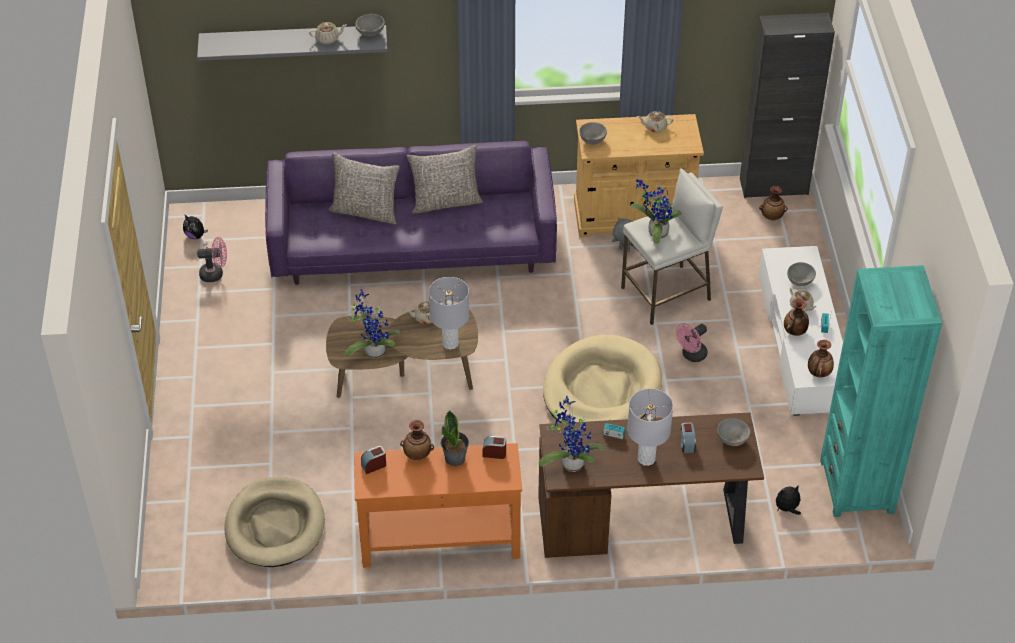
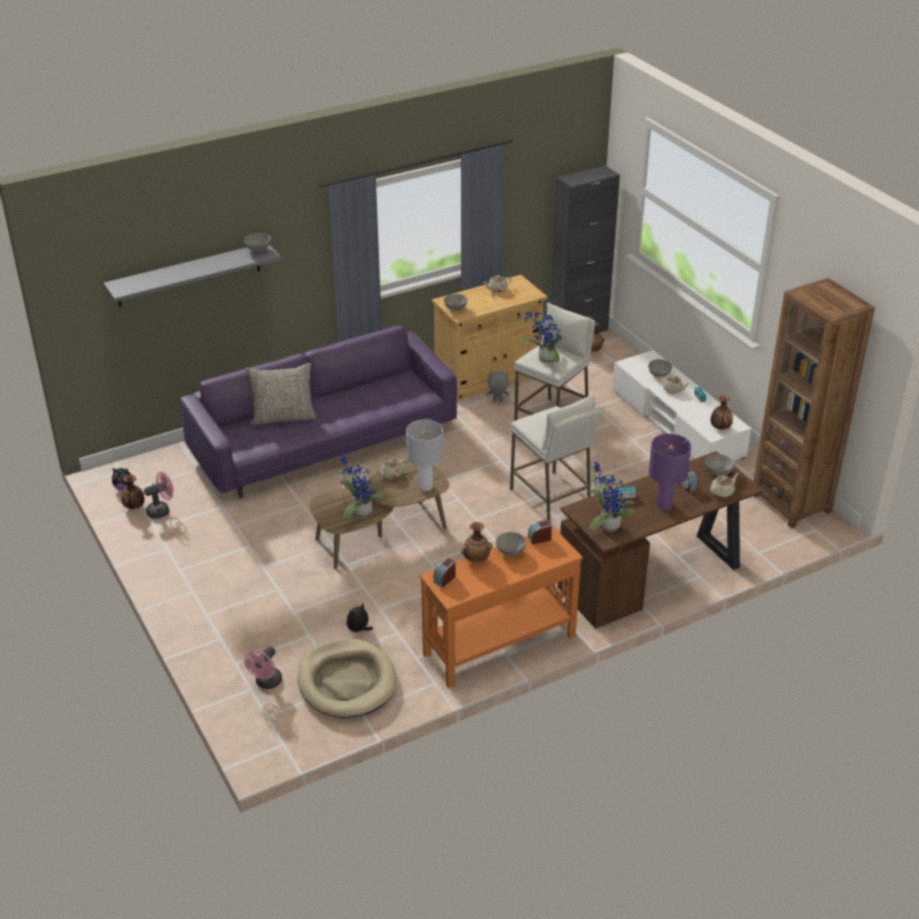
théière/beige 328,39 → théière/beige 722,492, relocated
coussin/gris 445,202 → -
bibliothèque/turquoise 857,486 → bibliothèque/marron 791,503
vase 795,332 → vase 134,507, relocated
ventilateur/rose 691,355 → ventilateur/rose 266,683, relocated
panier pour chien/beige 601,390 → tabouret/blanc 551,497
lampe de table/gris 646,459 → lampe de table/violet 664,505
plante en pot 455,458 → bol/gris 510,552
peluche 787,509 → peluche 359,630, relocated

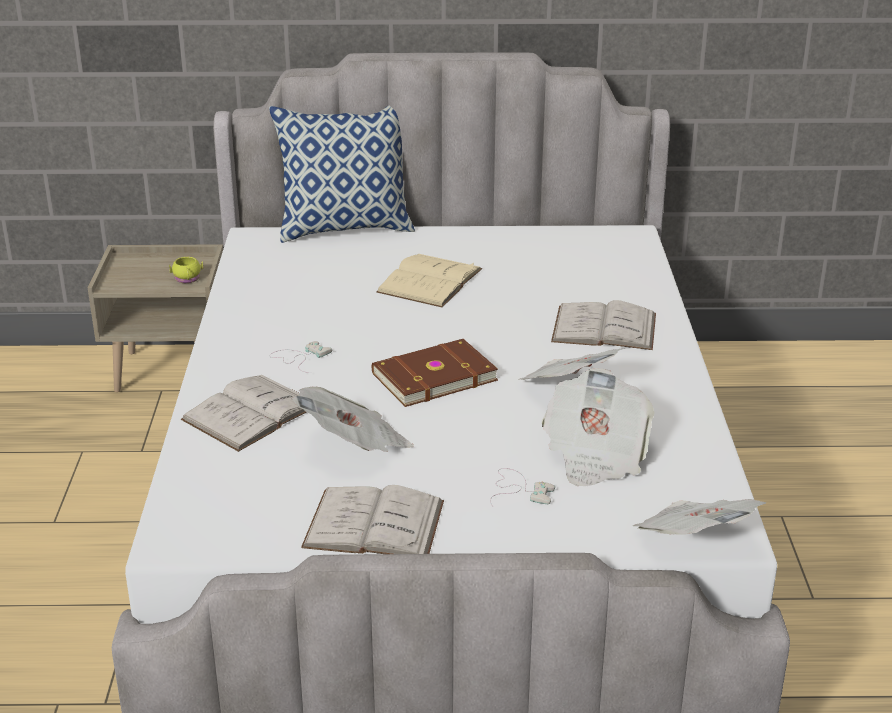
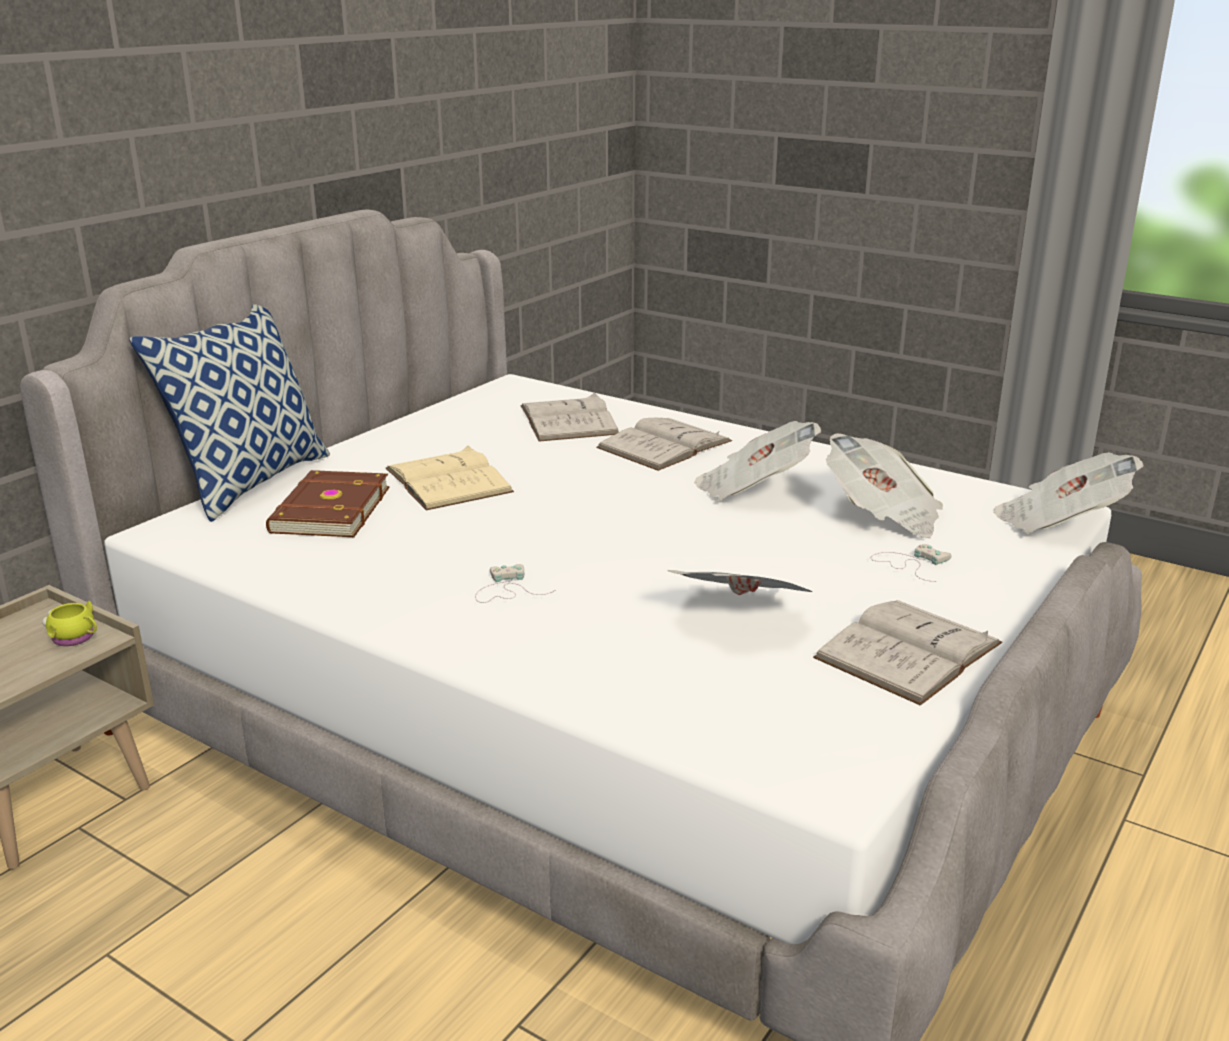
livre/marron 432,376 → livre/marron 328,510, relocated
livre/blanc 251,412 → livre/blanc 568,420, relocated

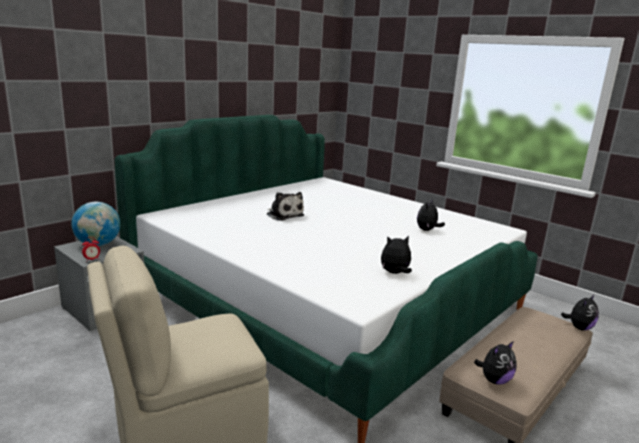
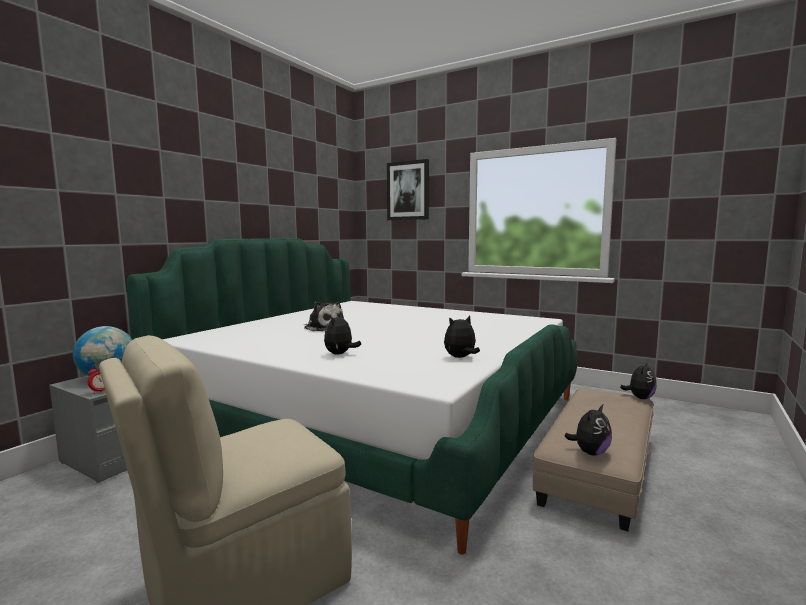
peluche 427,230 → peluche 340,354, relocated
- → tableau 408,190

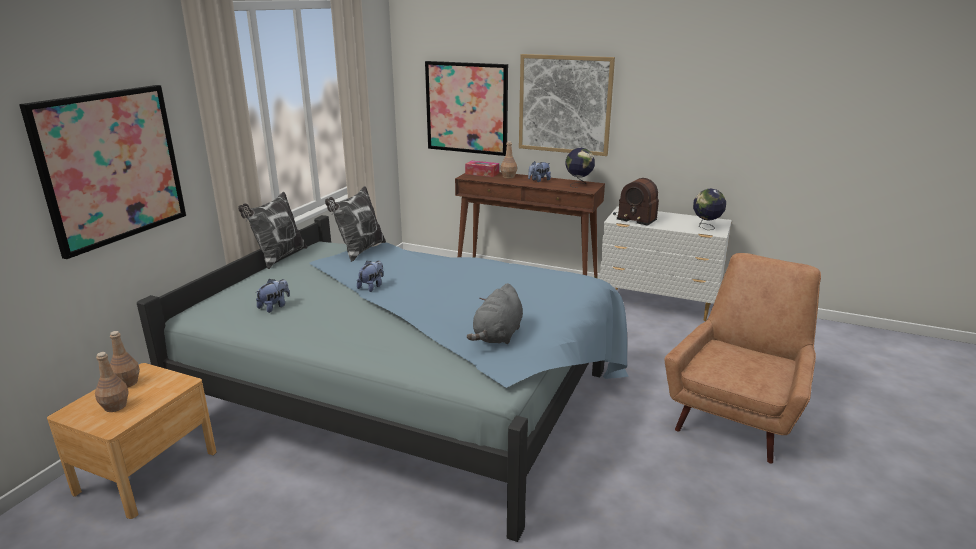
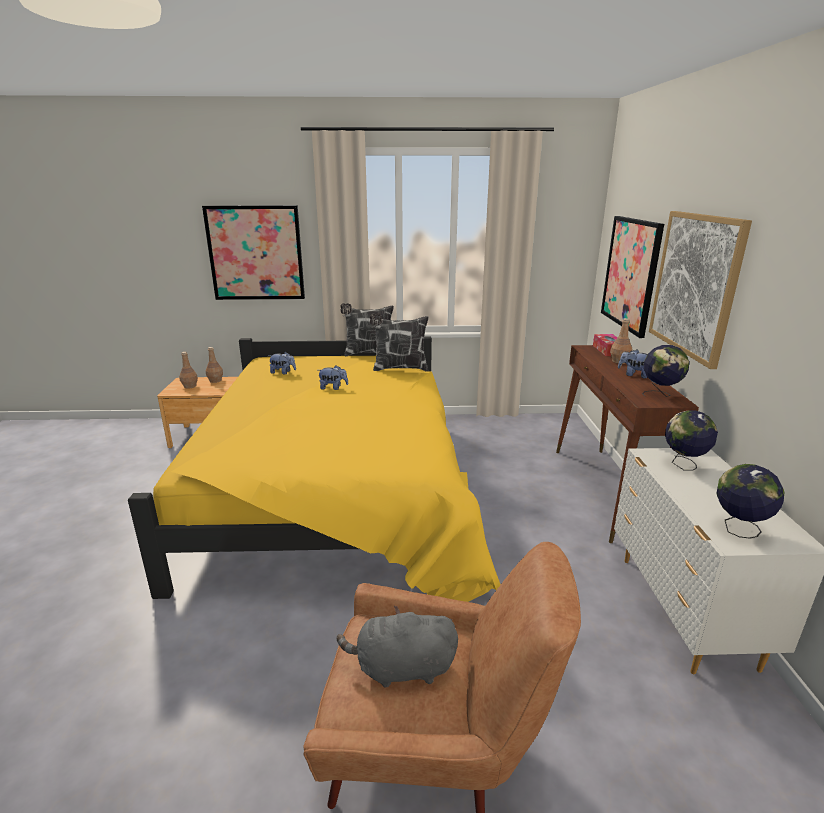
radio 634,217 → globe 683,465
lit/bleu 415,393 → lit/jaune 337,492
peluche/gris 497,336 → peluche/gris 401,668, relocated

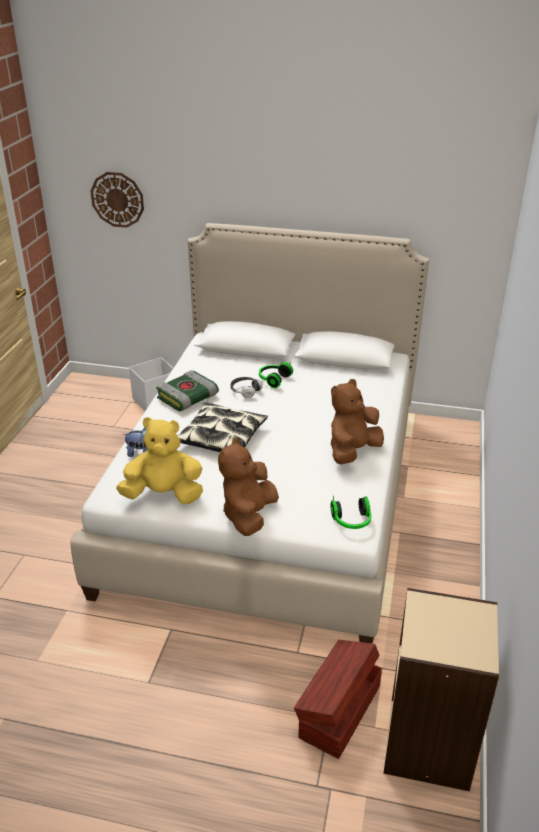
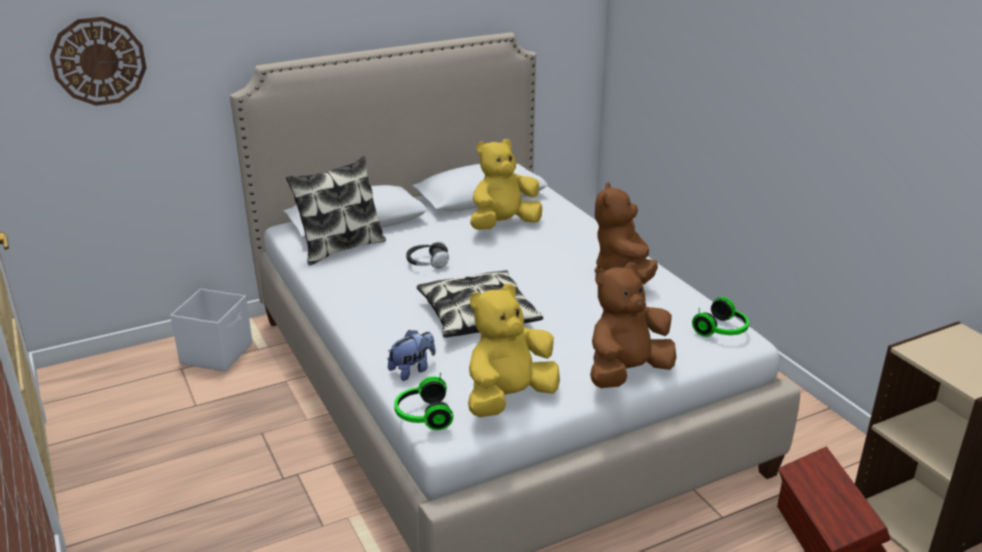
casque audio 273,379 → casque audio 422,415, relocated
livre 187,398 → -
peluche/marron 248,515 → peluche/marron 626,373, 75 degrees clockwise
- → peluche/jaune 503,225
- → coussin 340,247

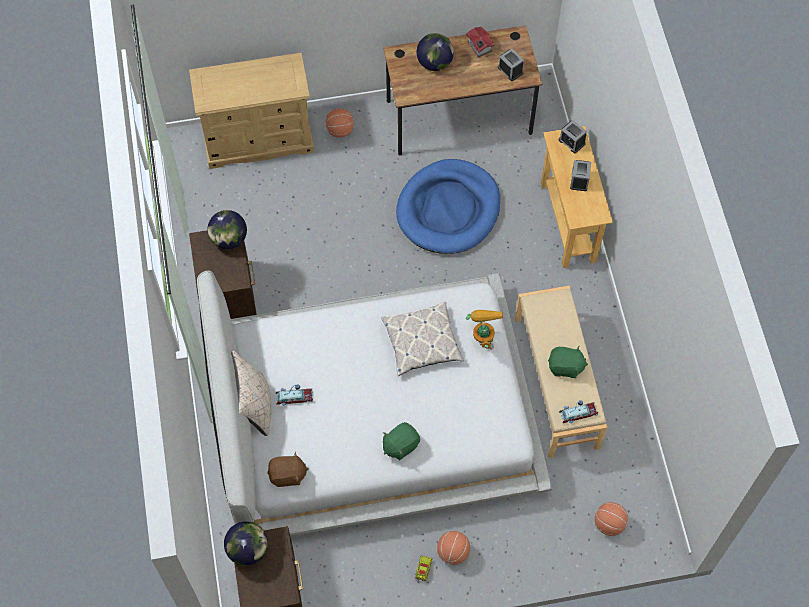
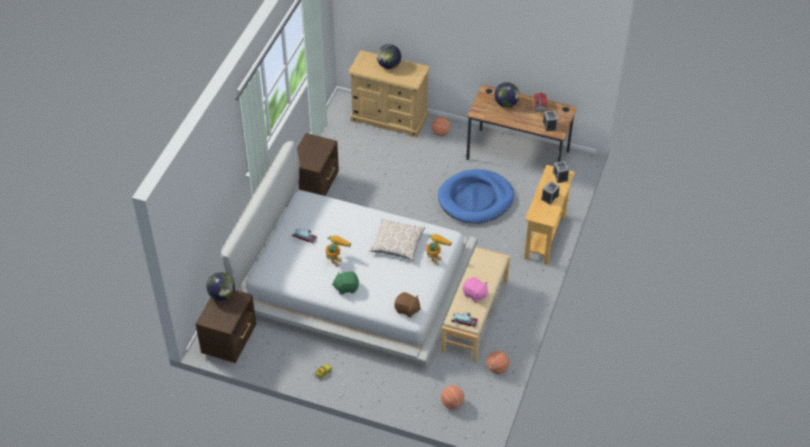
globe 229,239 → globe 388,65, relocated
peluche/vert 565,367 → peluche/rose 474,294
coussin/beige 254,406 → -
peluche/marron 287,475 → peluche/marron 407,309, relocated
ballon de basket 453,552 → ballon de basket 497,368, relocated
- → robot jouet 336,258

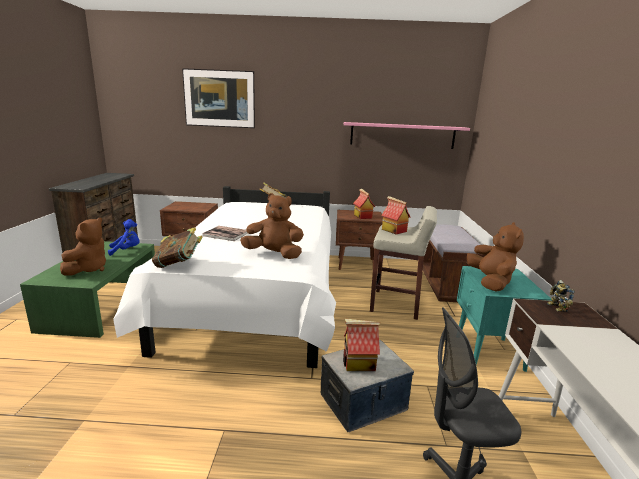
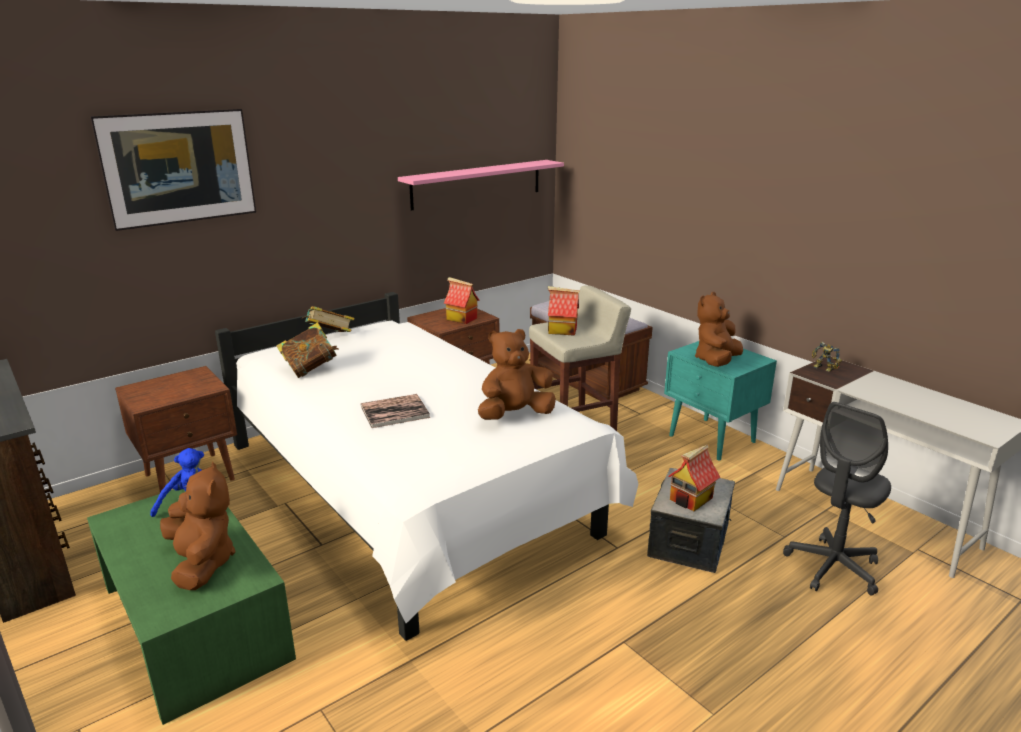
peluche/marron 490,282 → peluche/marron 716,361, 105 degrees counterclockwise
livre 179,264 → livre 310,369, relocated

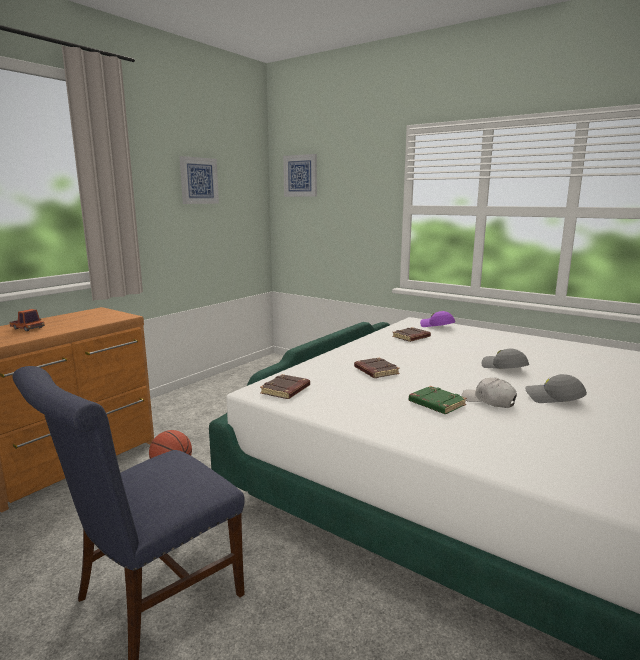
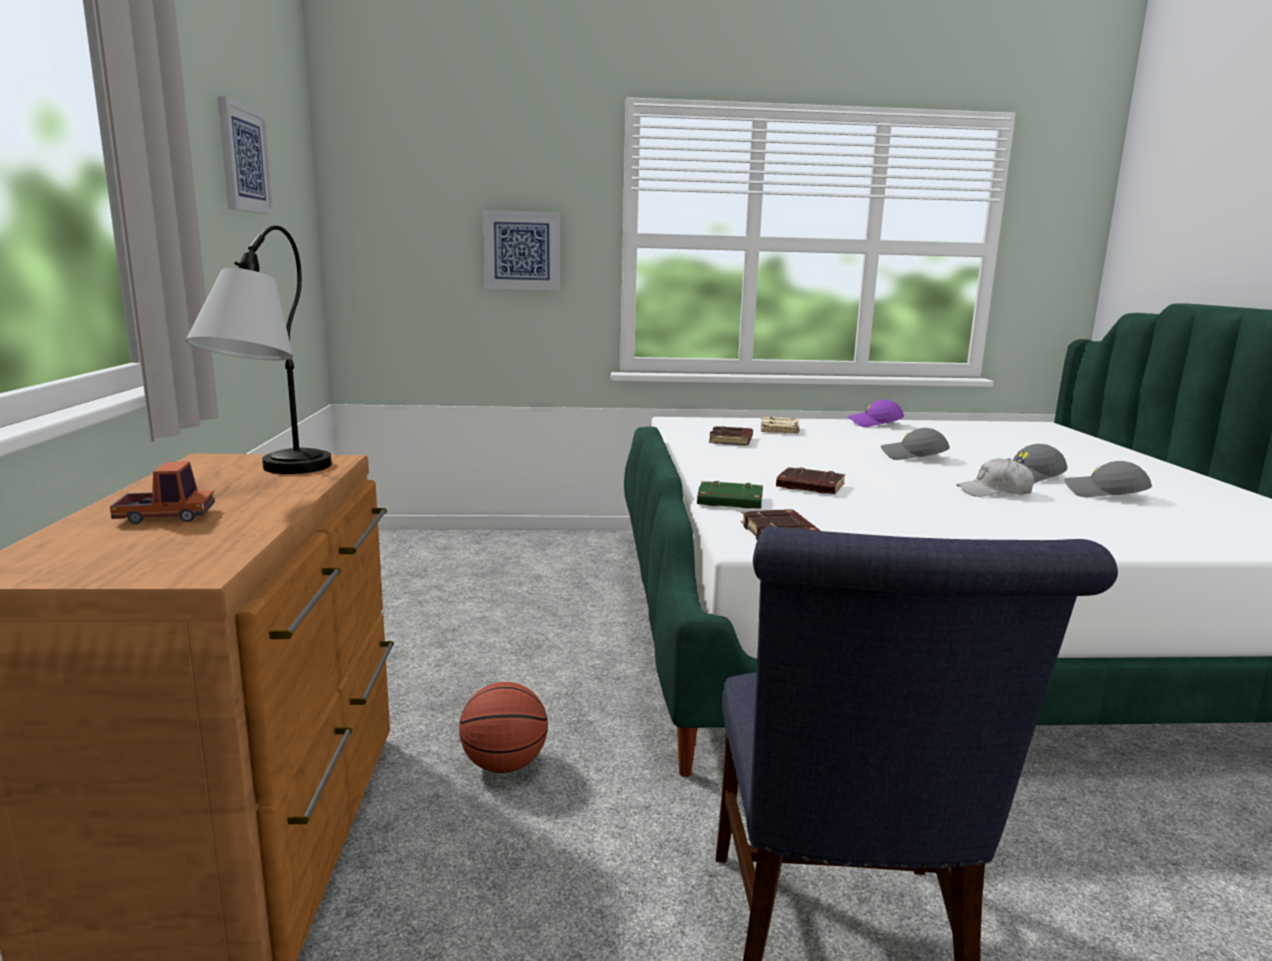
tableau 300,176 → tableau 521,250, relocated
casquette/violet 436,326 → casquette/violet 874,424, relocated
livre/vert 435,404 → livre/vert 729,502, relocated
- → lampe de table 271,476
- → livre/beige 780,430
- → casquette/gris 1104,494

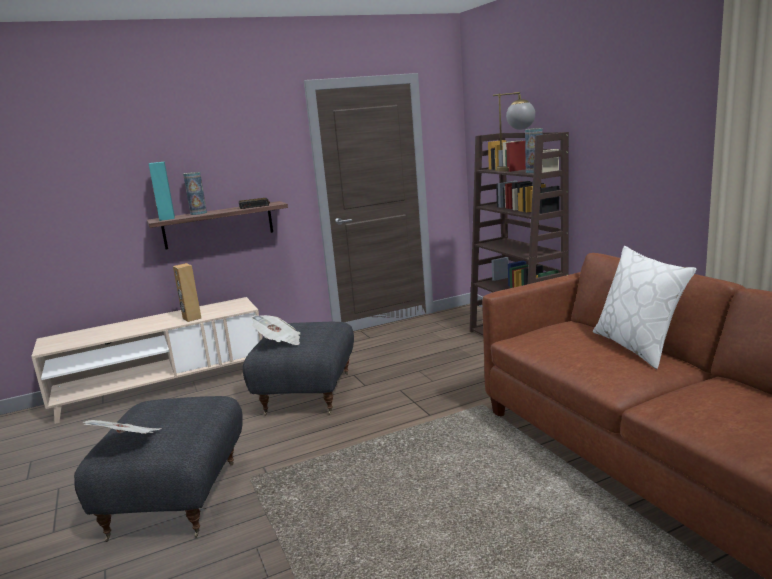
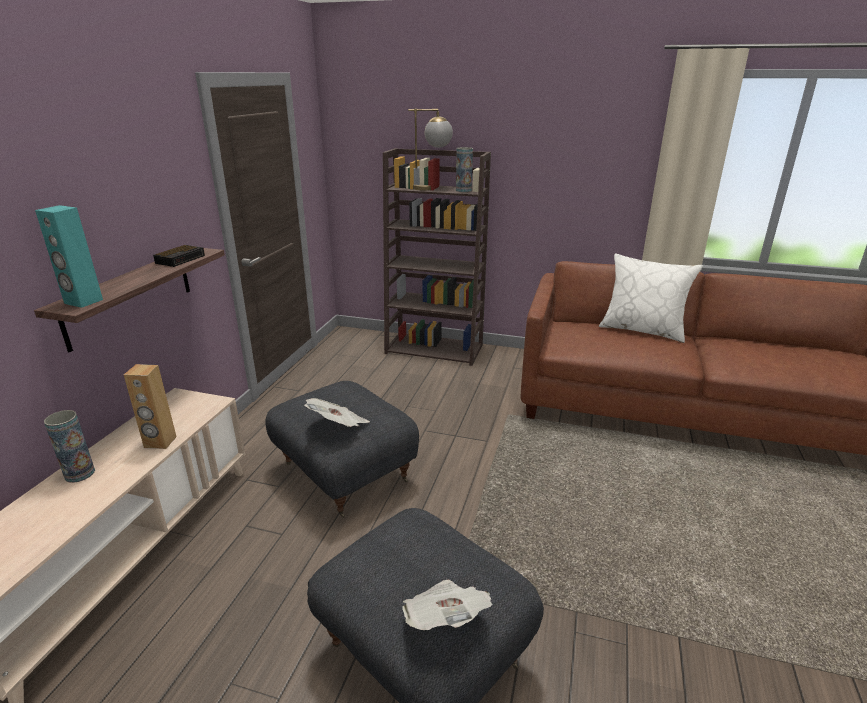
vase 198,213 → vase 80,474, relocated

